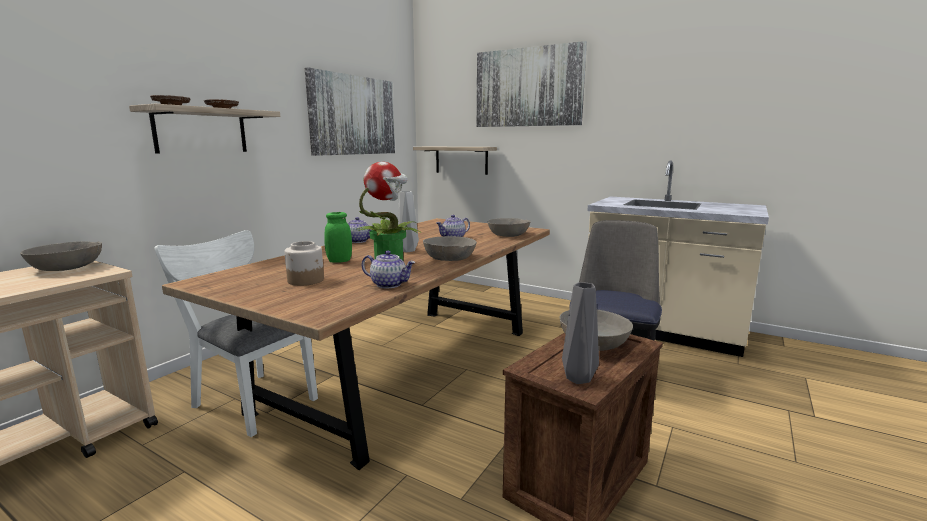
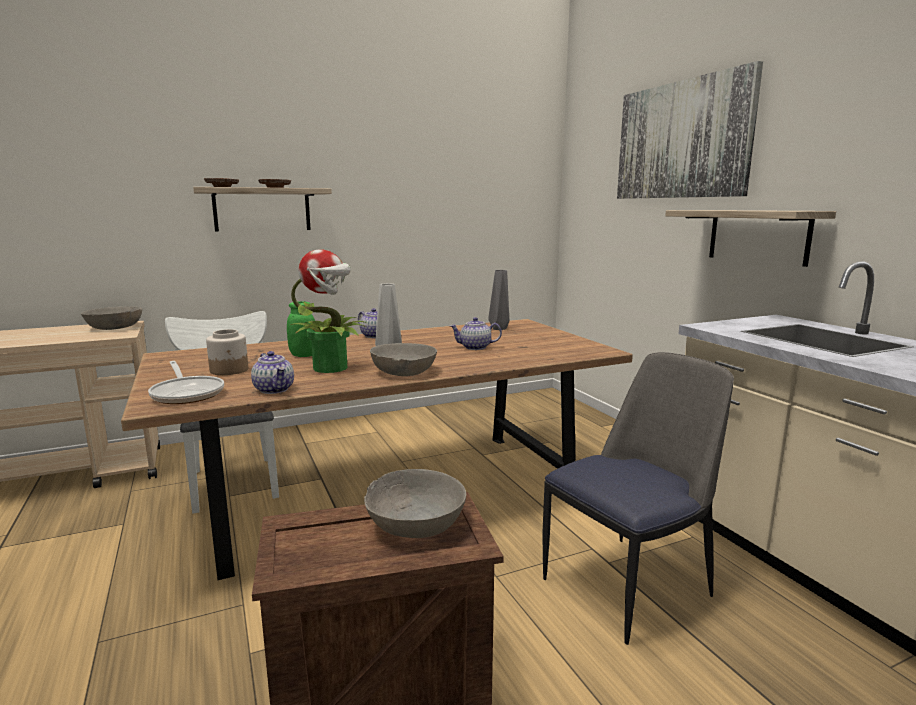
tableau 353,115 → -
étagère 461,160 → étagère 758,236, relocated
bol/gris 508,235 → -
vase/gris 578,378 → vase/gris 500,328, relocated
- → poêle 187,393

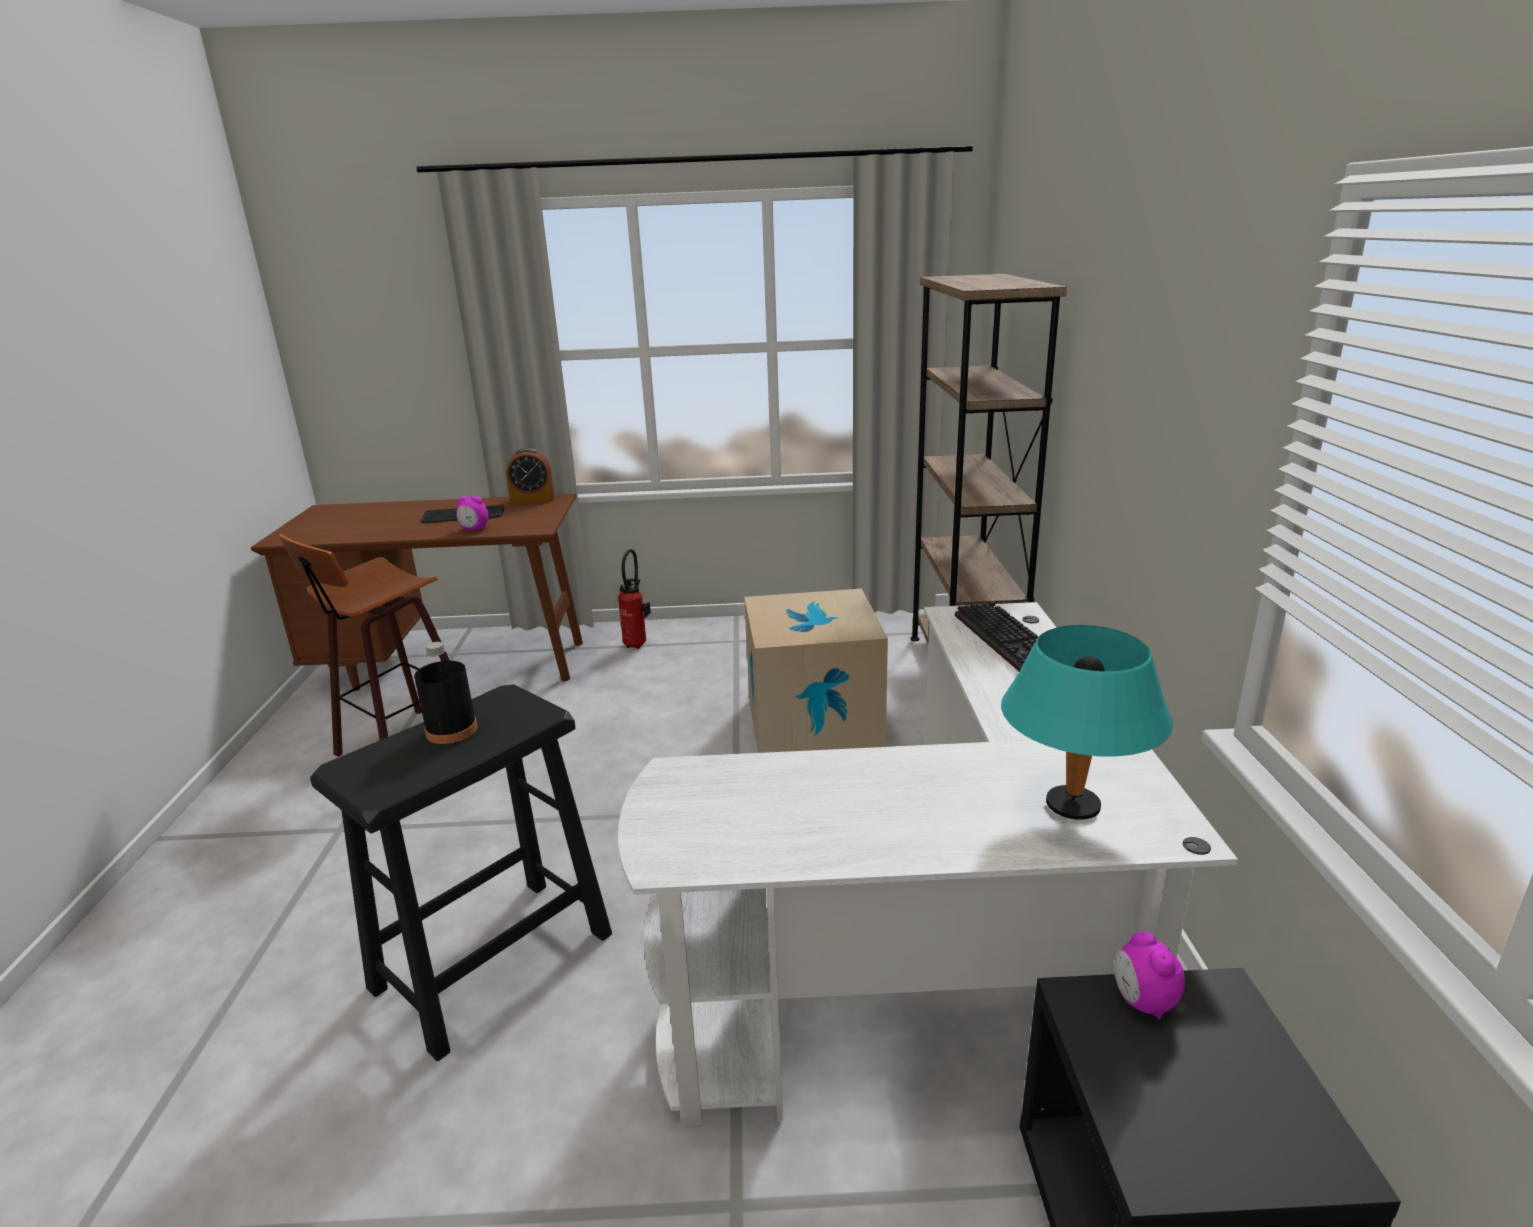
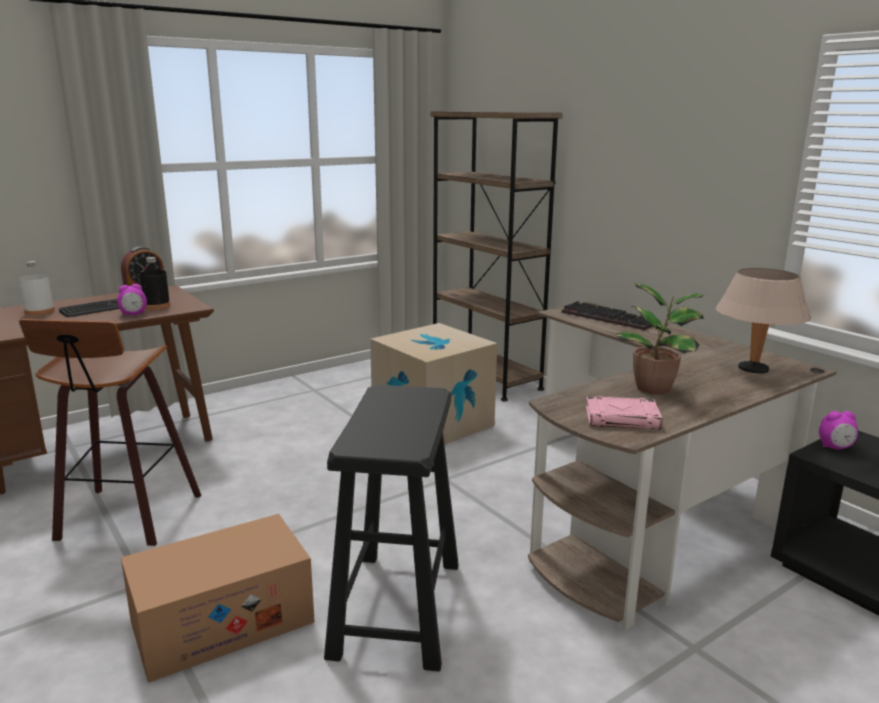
extincteur 638,644 → -
bureau/blanc 941,958 → bureau/marron 647,509
lampe de table/turquoise 1072,805 → lampe de table/beige 752,369
bouteille/noir 451,730 → bouteille/noir 156,306, relocated
réveil 1142,1002 → réveil 835,447, 45 degrees counterclockwise
- → bouteille/blanc 39,312
- → plante en pot 655,388
- → livre/rose 622,418
- → carton 222,622

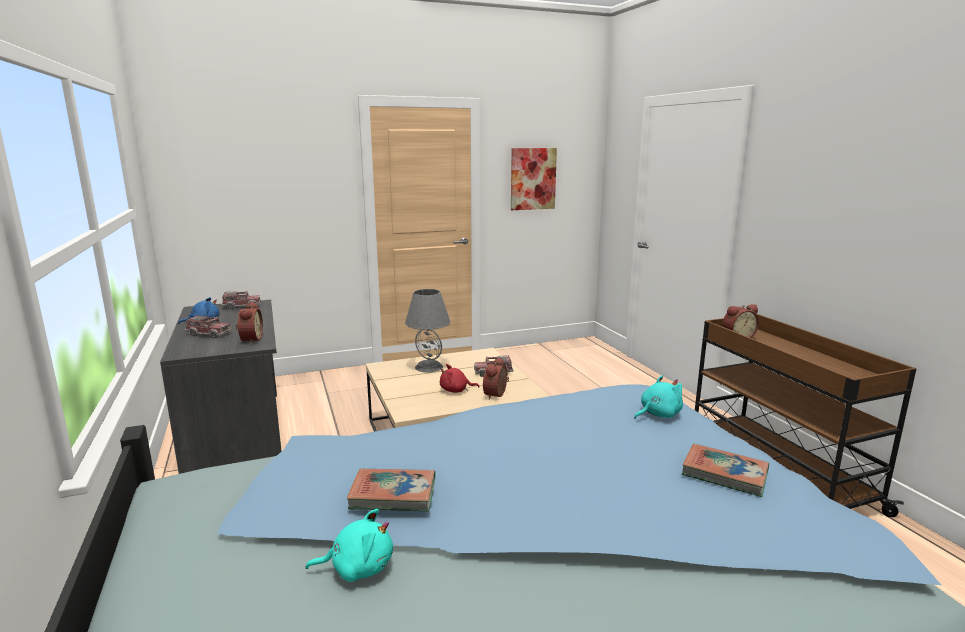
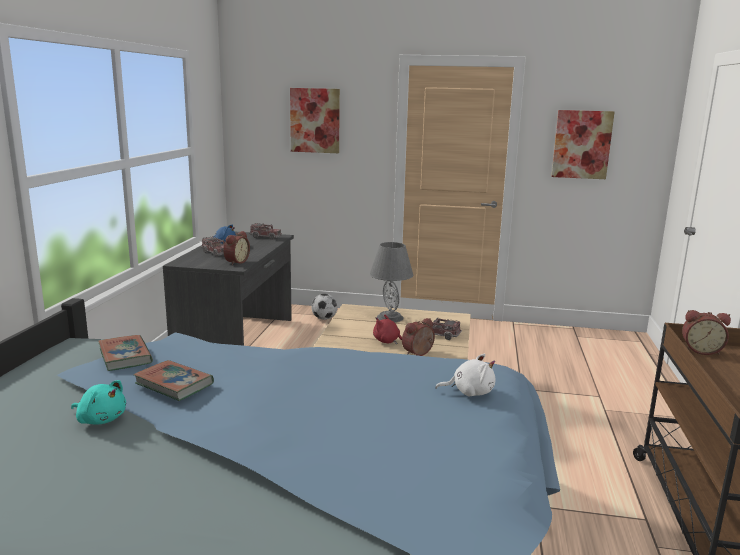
peluche/turquoise 658,414 → peluche/blanc 469,392
livre 724,474 → livre 125,356, relocated
- → tableau 315,120
- → ballon de foot 324,318

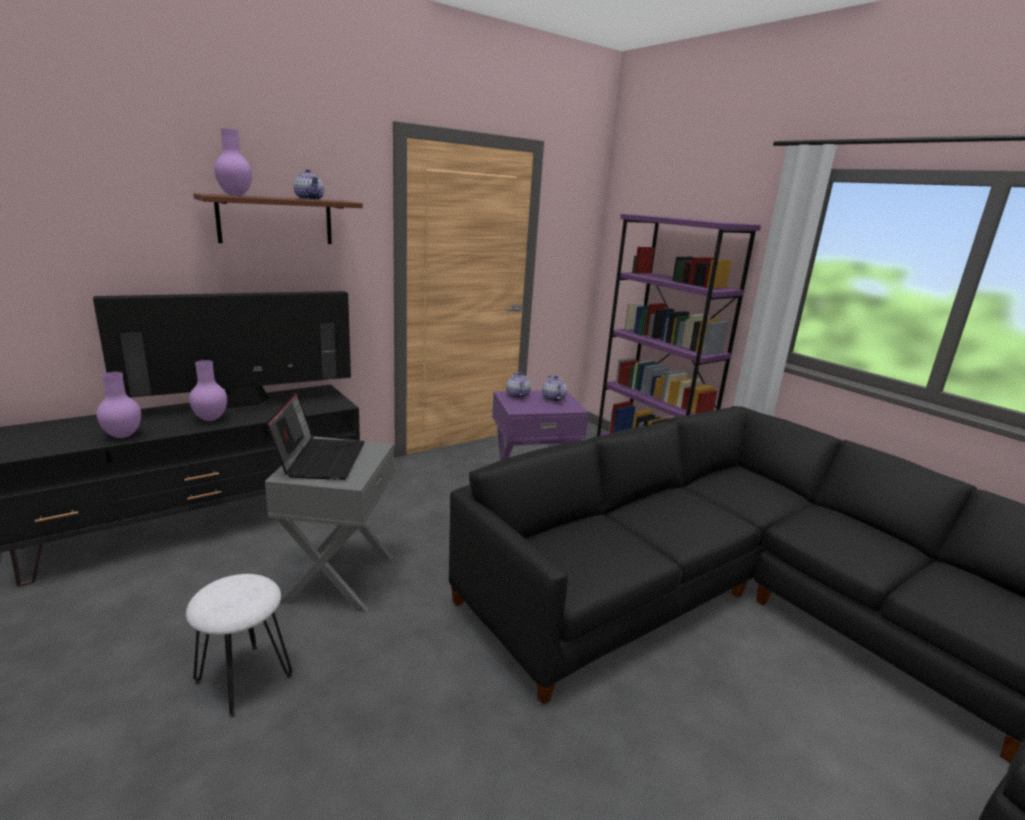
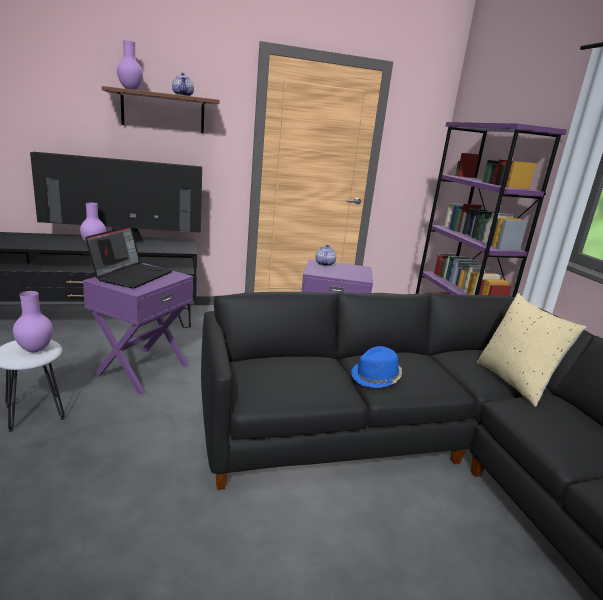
vase/violet 124,436 → vase/violet 36,350, relocated
théière 553,399 → -
table d'appoint/gris 337,578 → table d'appoint/violet 141,369
- → coussin/beige 514,382
- → chapeau/bleu 376,377

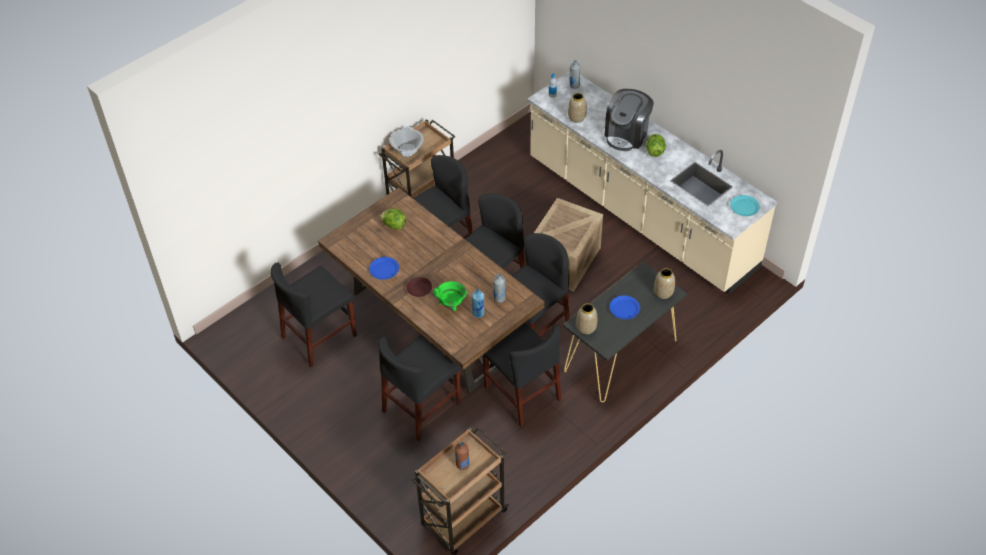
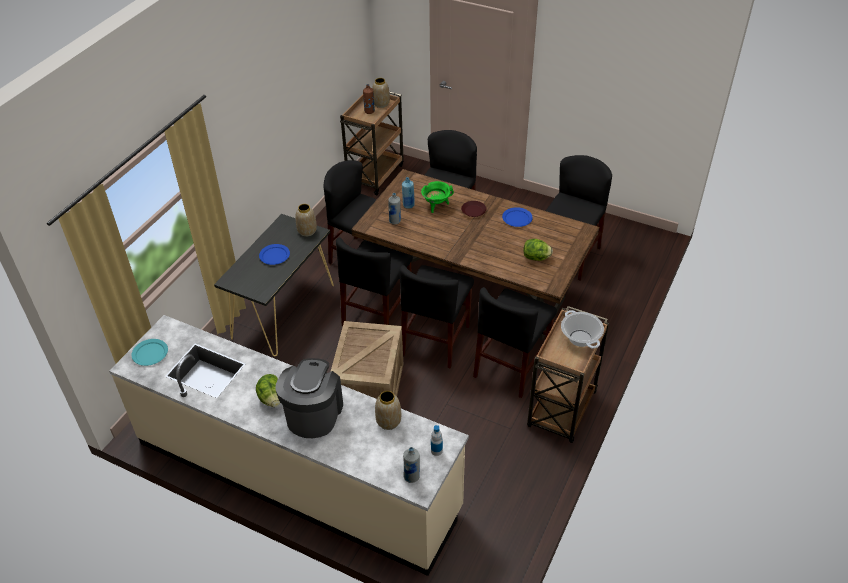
vase 663,293 → vase 381,104, relocated

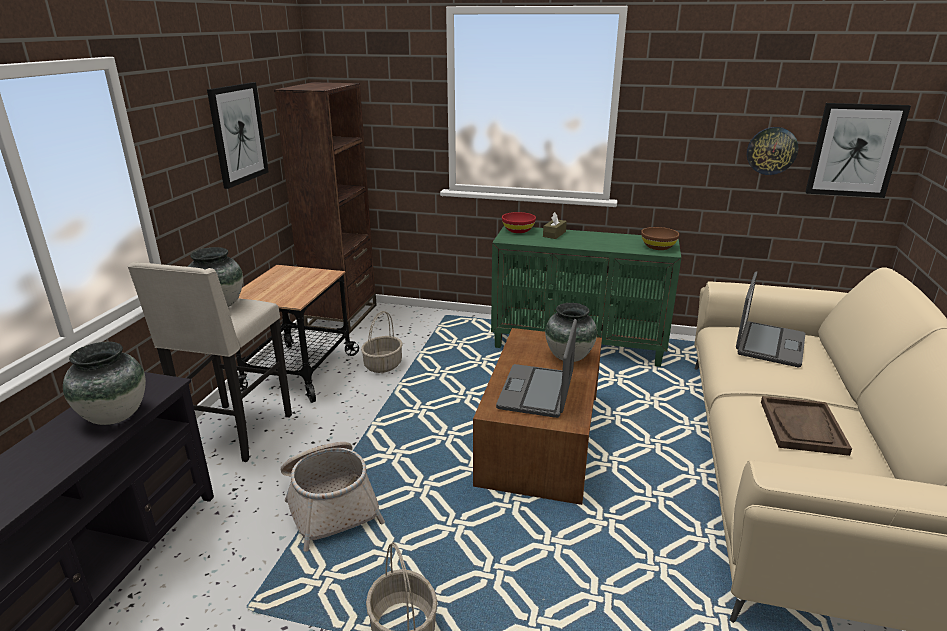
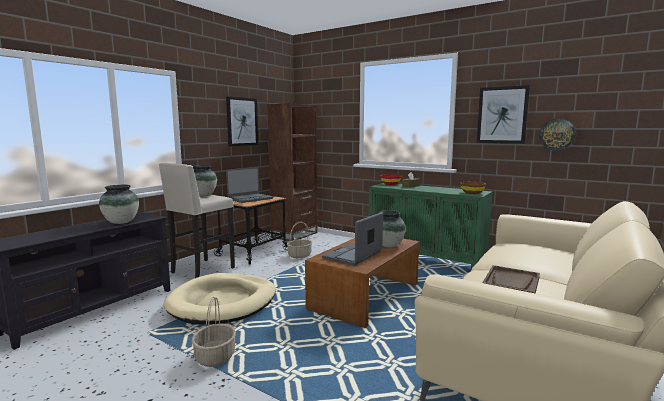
tableau 855,150 → tableau 502,115, relocated
ordinateur portable 769,344 → ordinateur portable 250,199, relocated
panier 330,502 → panier pour chien/beige 223,302

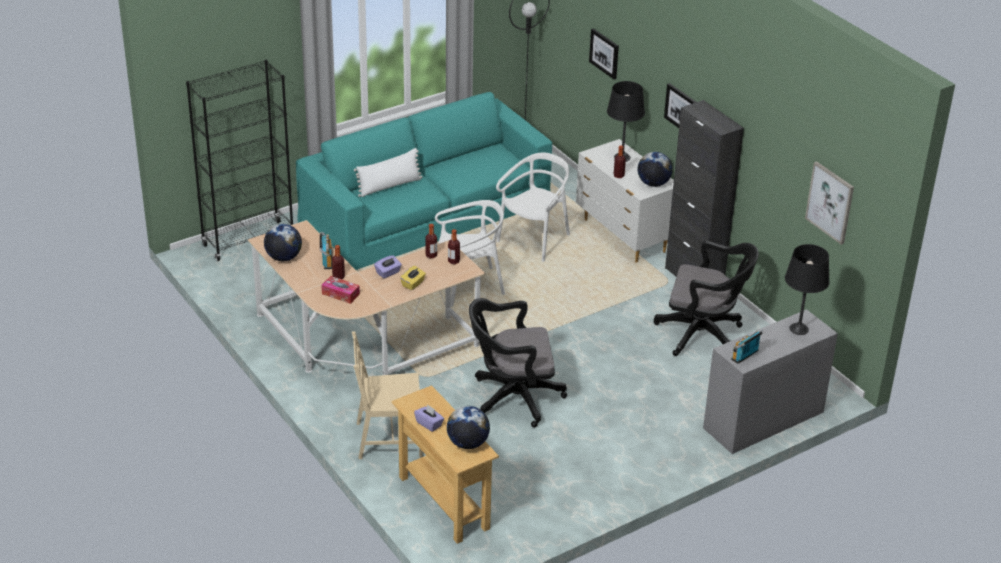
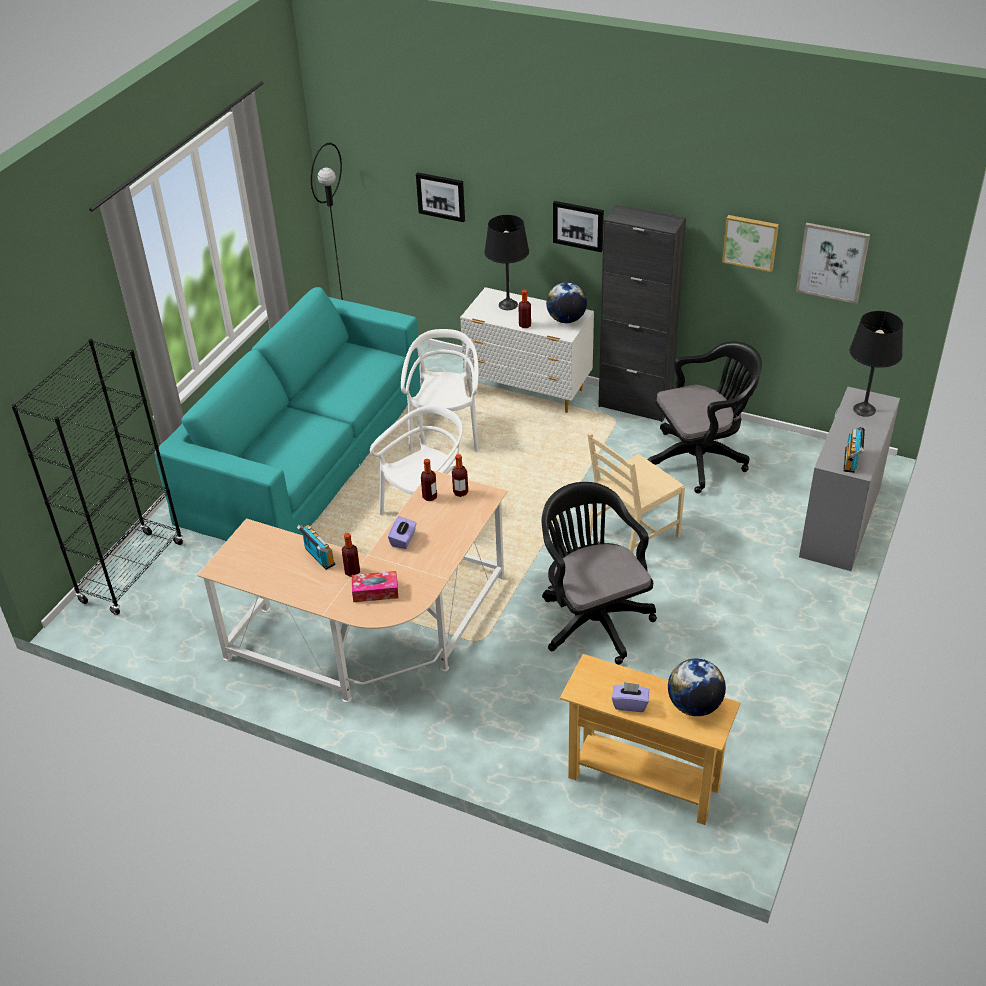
coussin/blanc 389,186 → -
globe 283,257 → -
boîte à mouchoirs/jaune 413,284 → -
chaise de bureau/noir 512,398 → chaise de bureau/noir 592,618, 105 degrees clockwise
chaise/beige 388,439 → chaise/beige 632,535, relocated
- → tableau 750,242

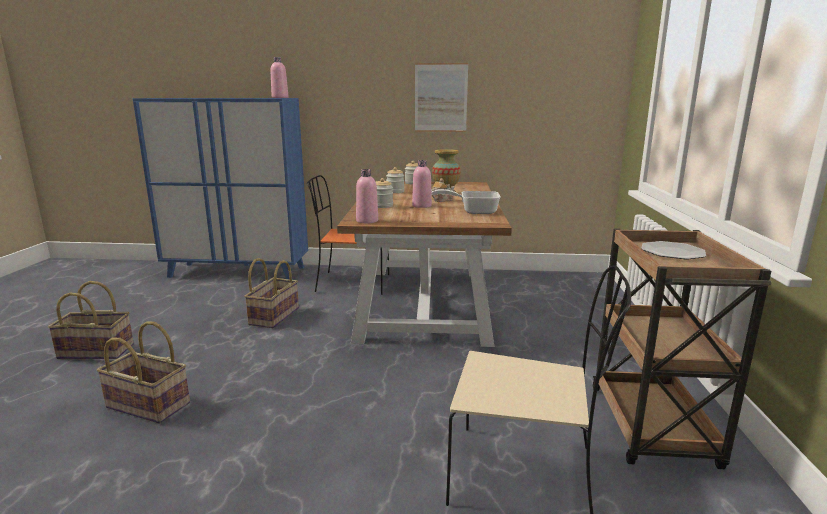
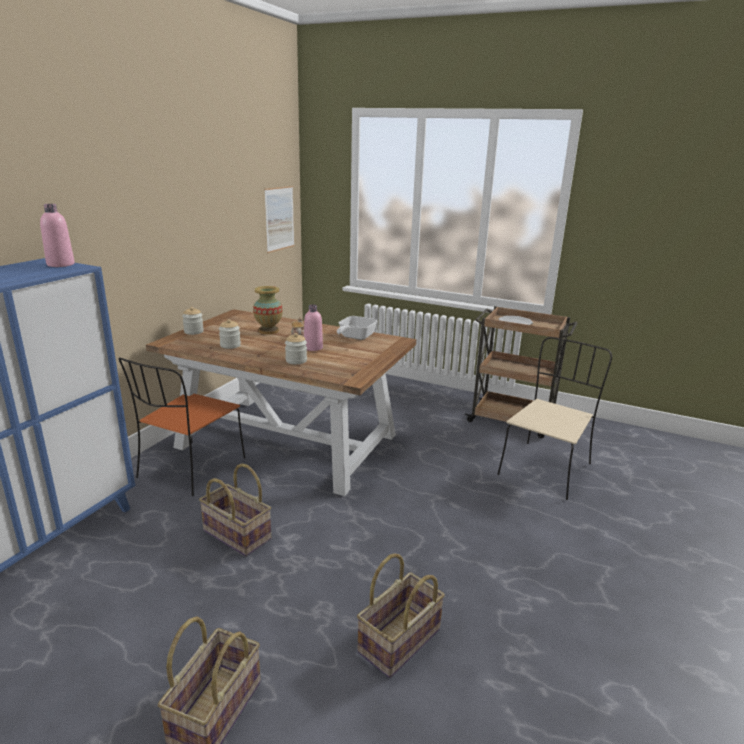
tableau 441,98 → tableau 279,218, relocated
bouteille/rose 367,221 → -

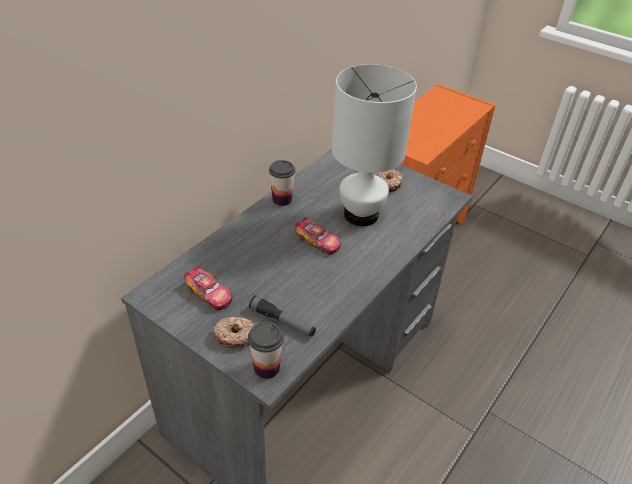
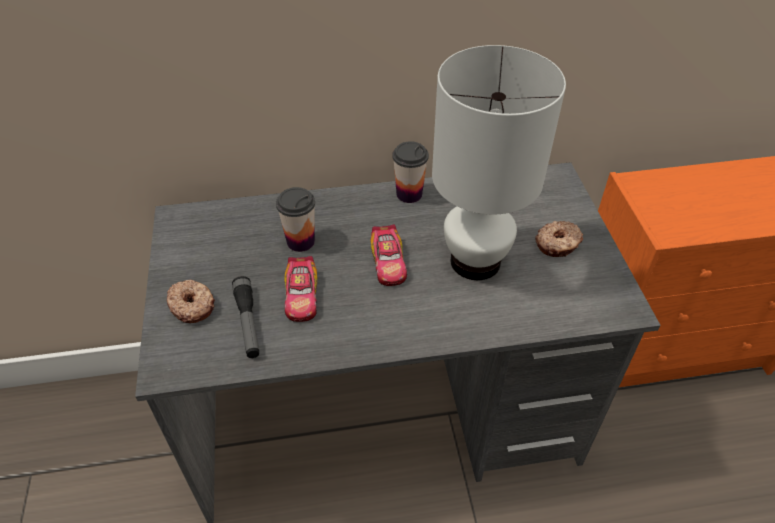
petite voiture 209,294 → petite voiture 301,296, relocated
tasse 266,368 → tasse 300,241, relocated

